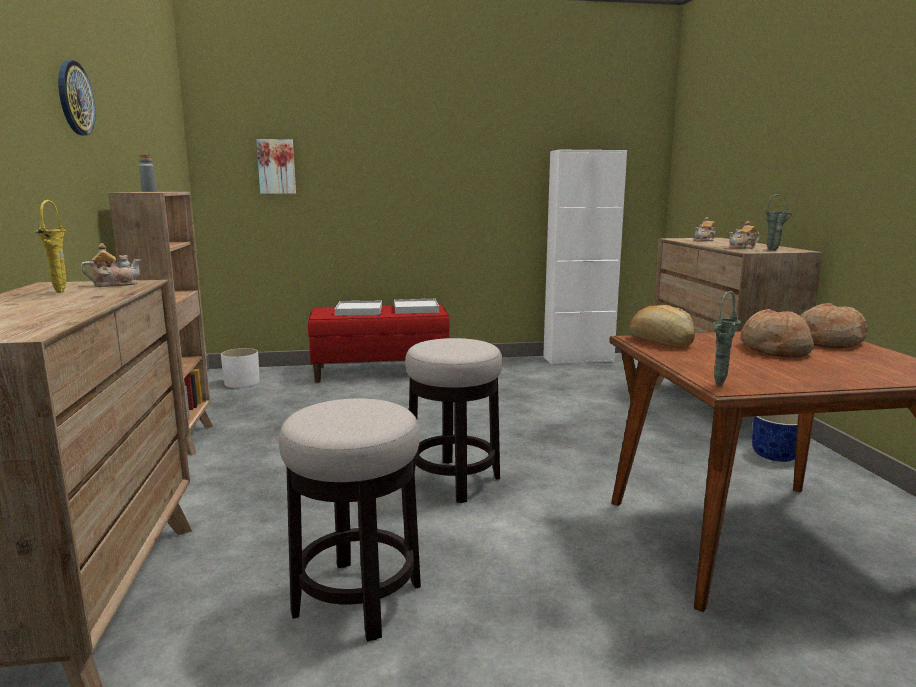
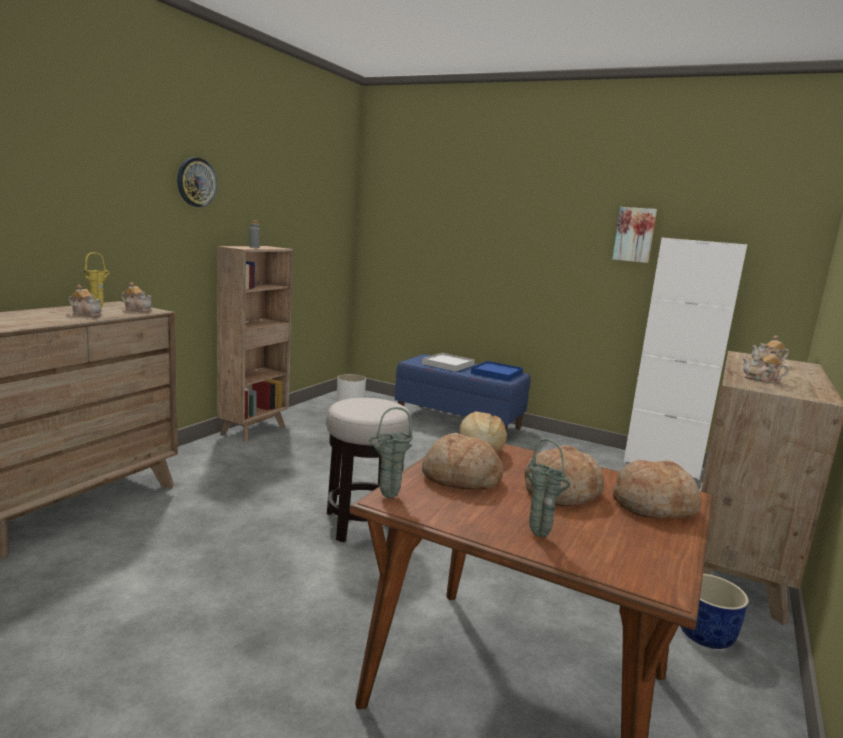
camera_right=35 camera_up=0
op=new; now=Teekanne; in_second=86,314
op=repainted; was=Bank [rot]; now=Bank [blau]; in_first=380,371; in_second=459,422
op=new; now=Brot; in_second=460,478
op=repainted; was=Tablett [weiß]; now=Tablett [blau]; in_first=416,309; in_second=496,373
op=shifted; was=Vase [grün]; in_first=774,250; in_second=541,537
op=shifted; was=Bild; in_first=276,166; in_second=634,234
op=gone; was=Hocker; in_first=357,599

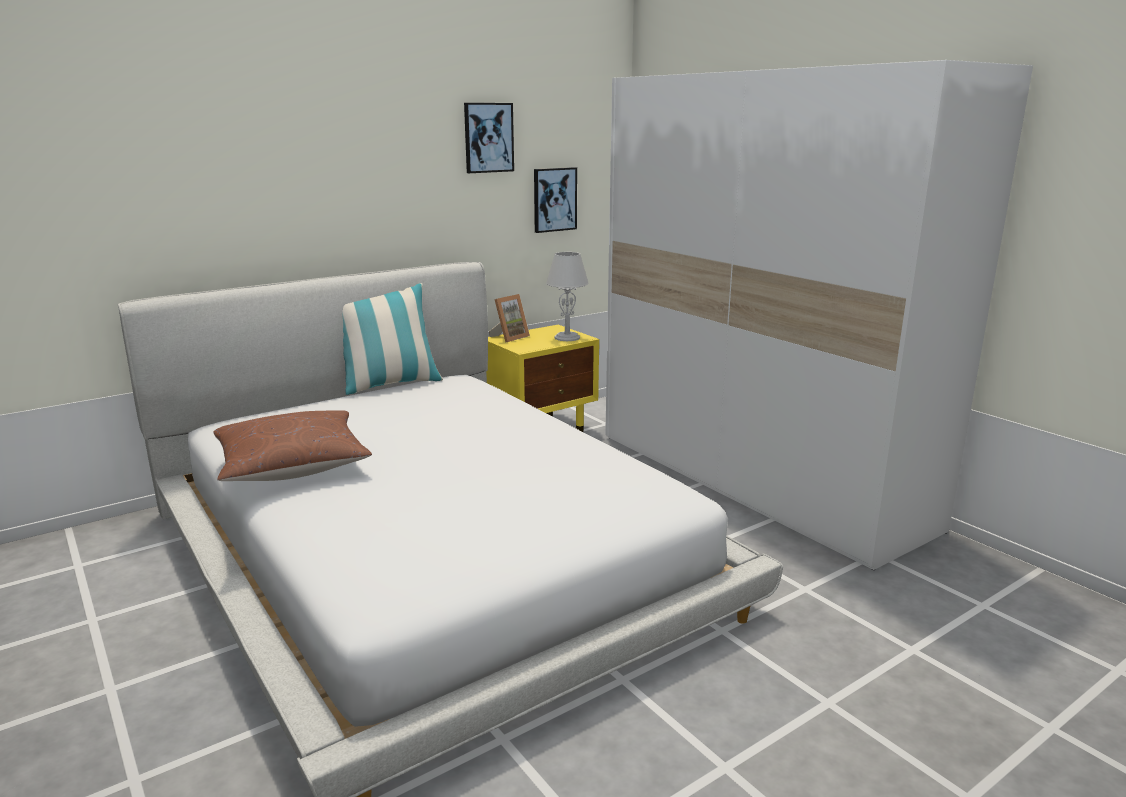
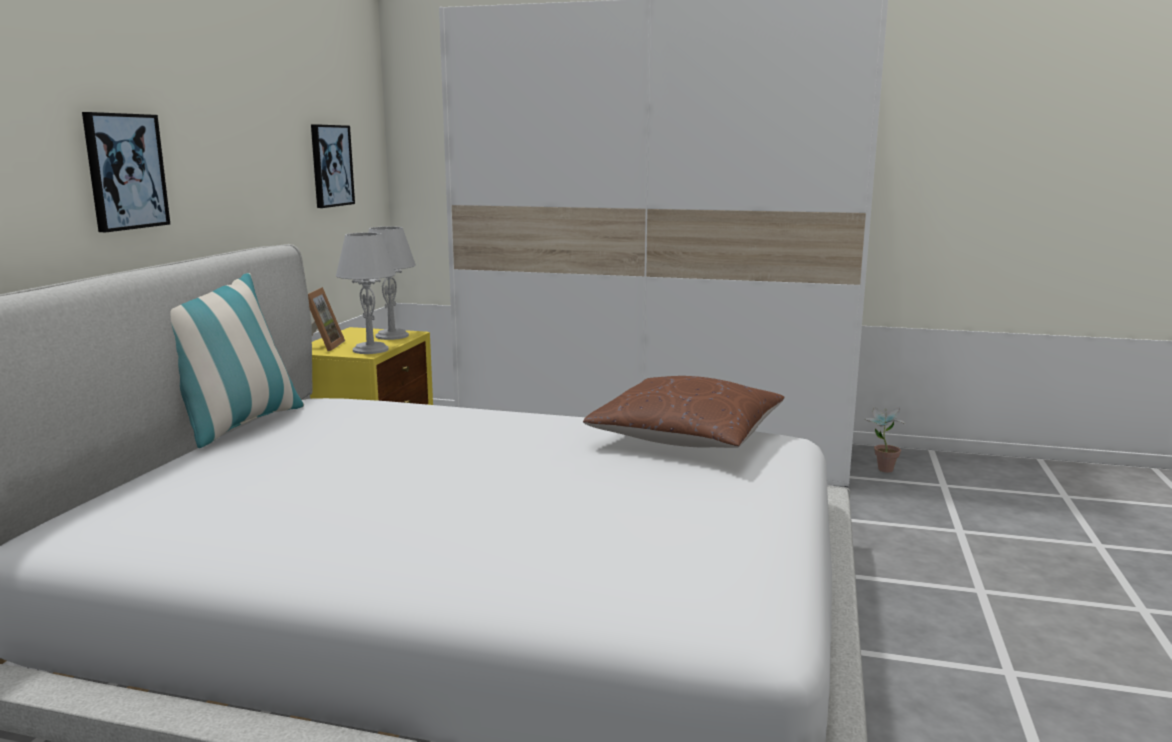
camera_right=-40 camera_up=-5
op=shifted; was=Bild; in_first=488,137; in_second=125,171
op=new; now=Tischlampe [grau]; in_second=371,350
op=shifted; was=Kissen [braun]; in_first=292,465; in_second=687,437
op=new; now=Topfpflanze; in_second=881,471

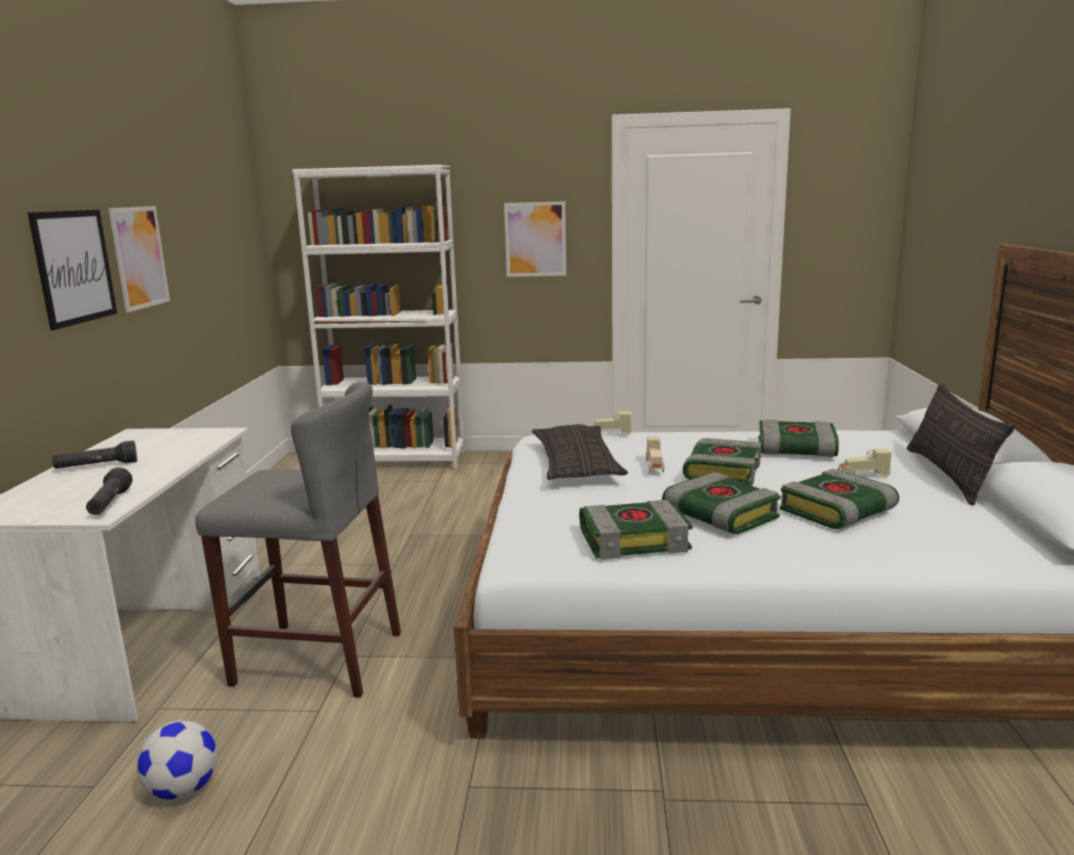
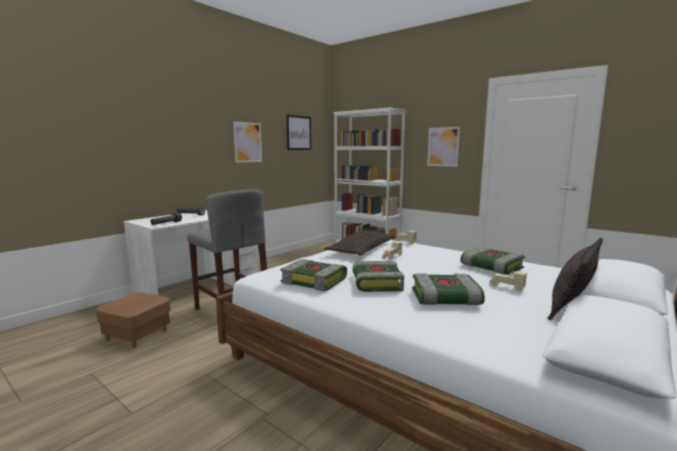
camera_right=35 camera_up=-5
op=swapped; was=Fußball; now=Polsterhocker [braun]; in_first=183,790; in_second=137,335
op=shifted; was=Bild; in_first=74,267; in_second=299,133
op=gone; was=Buch; in_first=721,472

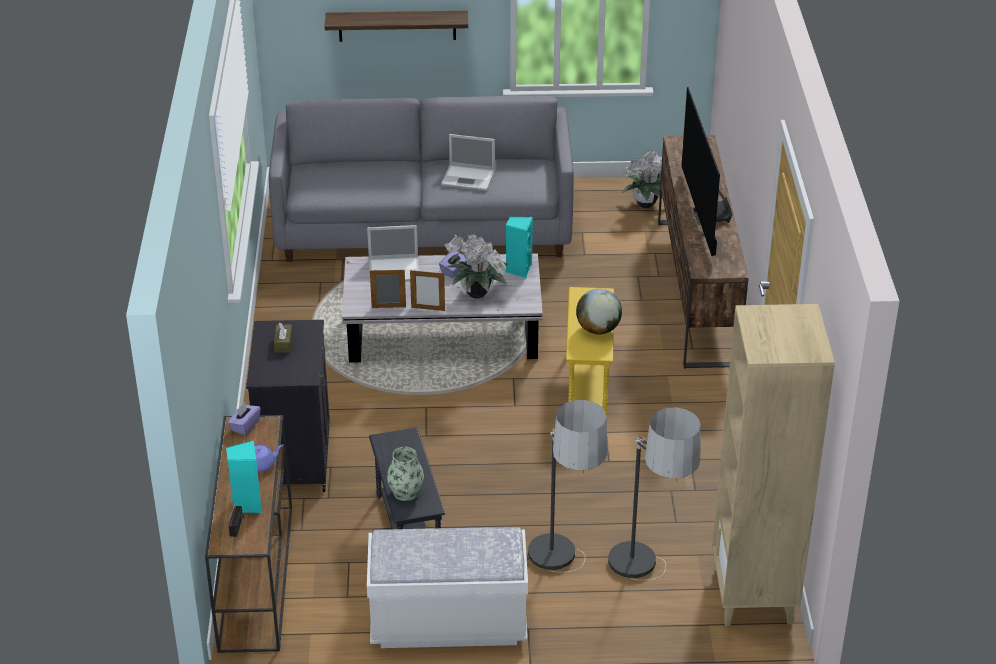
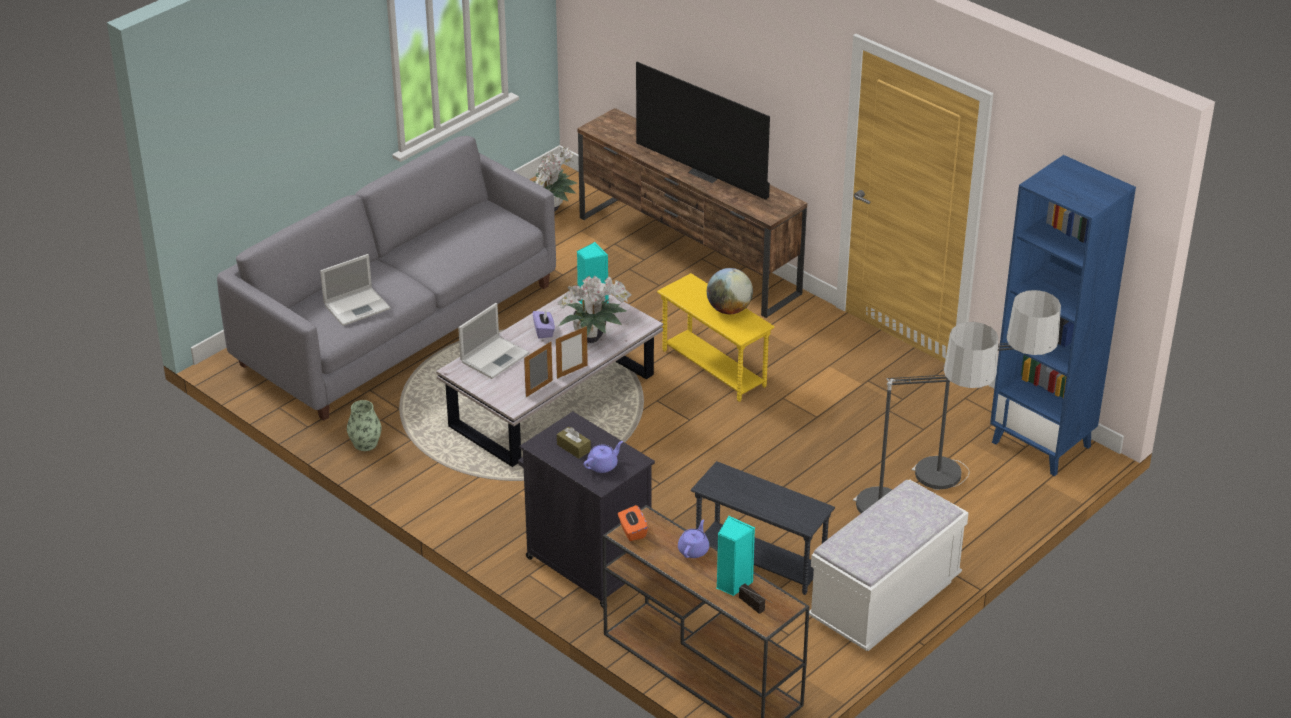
camera_right=-45 camera_up=0
op=shifted; was=Laptop; in_first=469,178; in_second=358,306
op=shifted; was=Vase; in_first=406,492; in_second=365,443
op=new; now=Teekanne [lila]; in_second=603,465
op=repainted; was=Taschentuchbox [lila]; now=Taschentuchbox [orange]; in_first=245,426; in_second=632,531
op=repainted; was=Bücherregal [beige]; now=Bücherregal [blau]; in_first=754,595; in_second=1042,444
op=gone; was=Wandregal; in_first=397,25

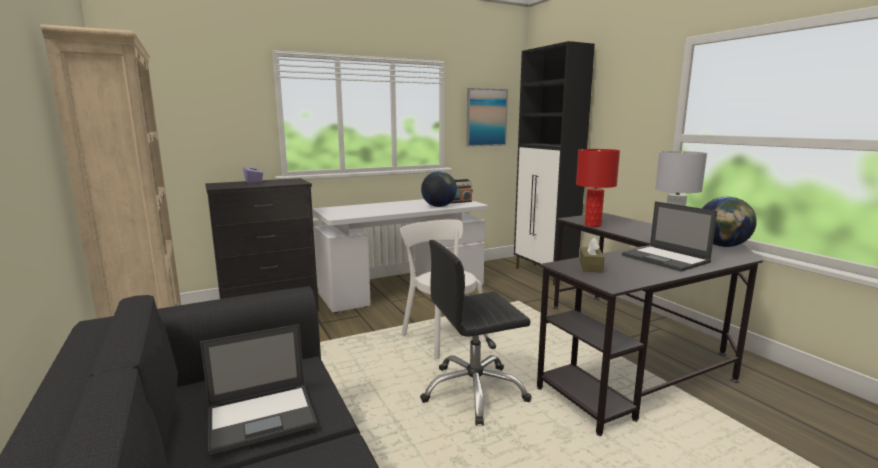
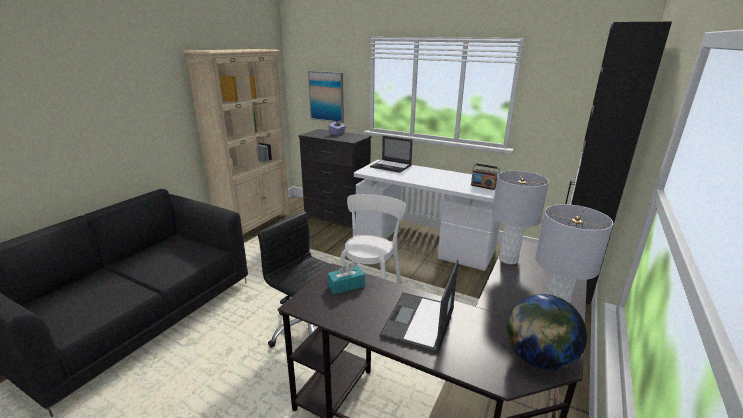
camera_right=55 camera_up=10
op=shifted; was=Bild; in_first=486,117; in_second=326,96
op=repainted; was=Taschentuchbox [braun]; now=Taschentuchbox [türkis]; in_first=590,266; in_second=346,285
op=shifted; was=Laptop; in_first=263,417; in_second=391,166
op=repainted; was=Tischlampe [rot]; now=Tischlampe [grau]; in_first=592,225; in_second=508,259
op=gone; was=Globus; in_first=439,206

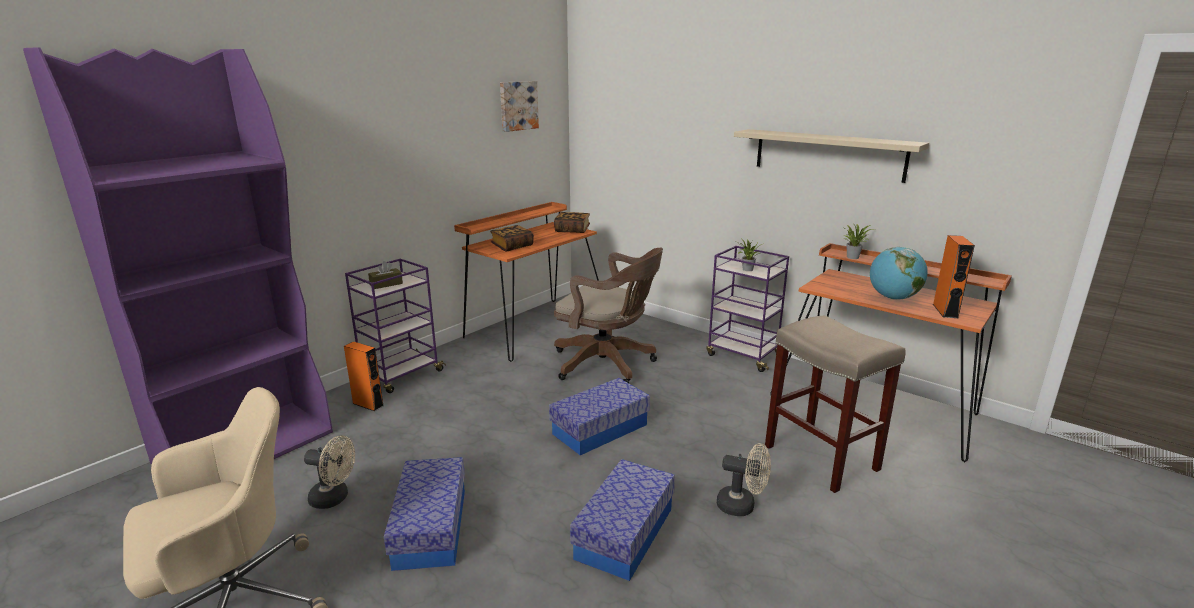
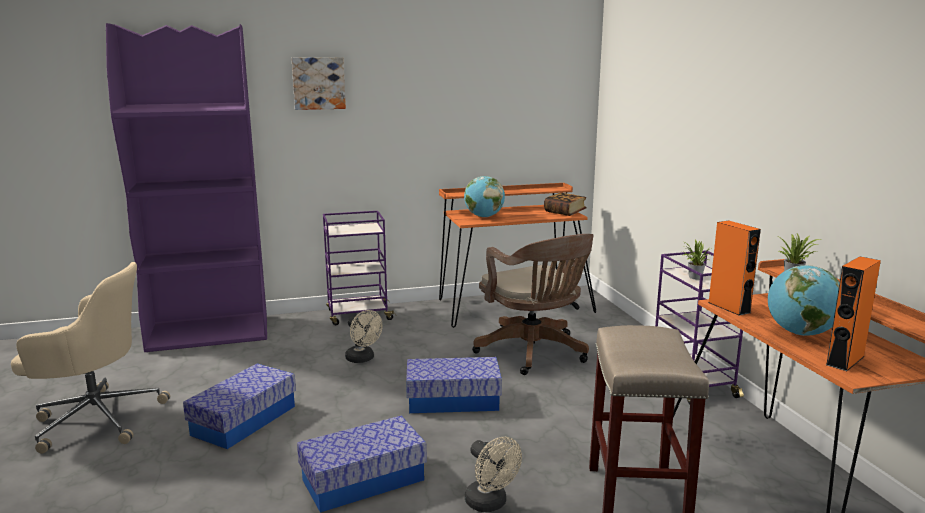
camera_right=35 camera_up=-5
op=shifted; was=Bild; in_first=517,105; in_second=318,83
op=shifted; was=Ventilator [beige]; in_first=334,498; in_second=363,359
op=swapped; was=Buch; now=Globus; in_first=512,246; in_second=484,216
op=shifted; was=Lautsprecher [orange]; in_first=368,404; in_second=729,307
op=gone; was=Taschentuchbox [braun]; in_first=386,284
op=gone; was=Wandregal [beige]; in_first=828,154

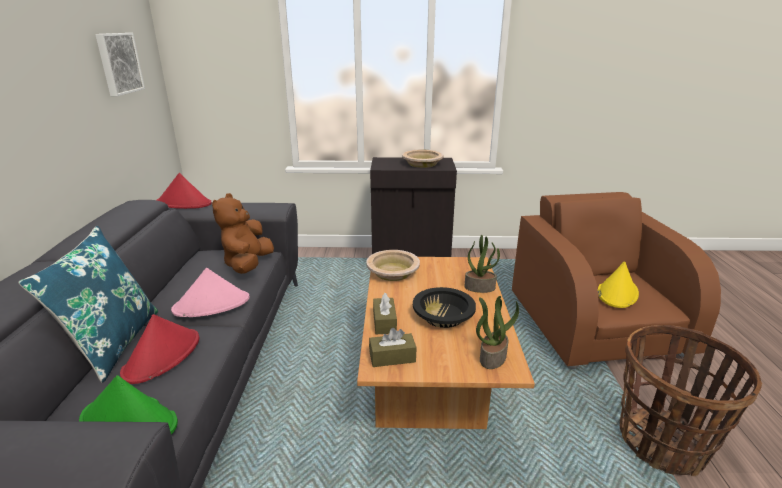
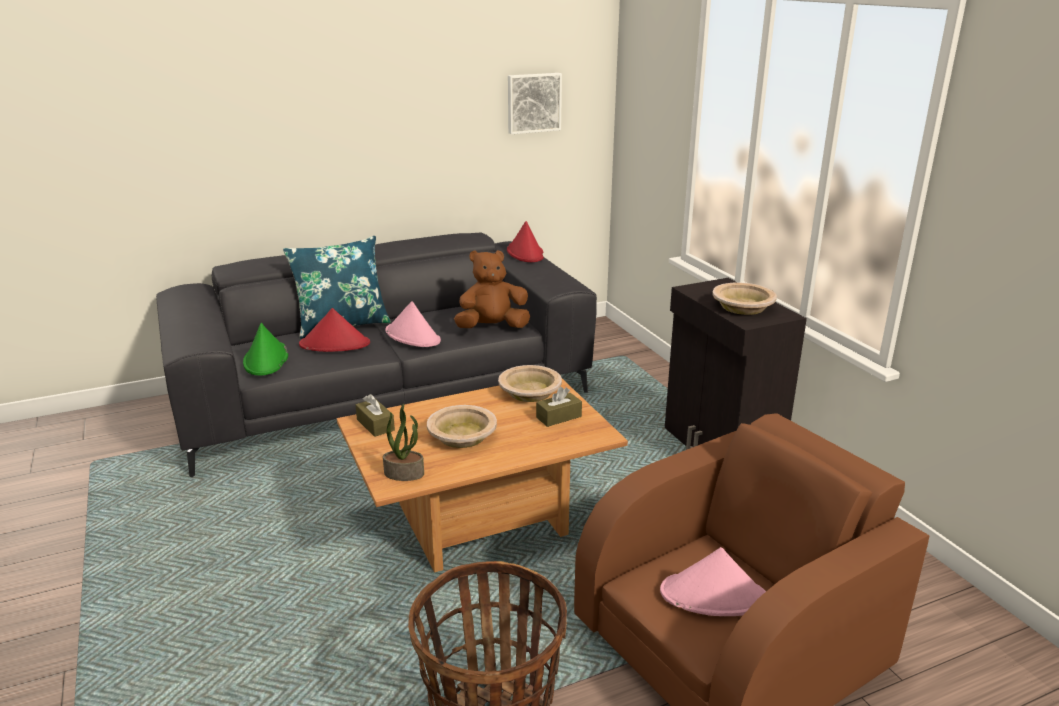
camera_right=65 camera_up=0
op=repainted; was=Schüssel [schwarz]; now=Schüssel [beige]; in_first=443,315; in_second=462,435
op=shifted; was=Taschentuchbox [braun]; in_first=384,322; in_second=558,417
op=repainted; was=Hut [gelb]; now=Hut [rosa]; in_first=617,293; in_second=714,596
op=gone; was=Topfpflanze; in_first=480,287

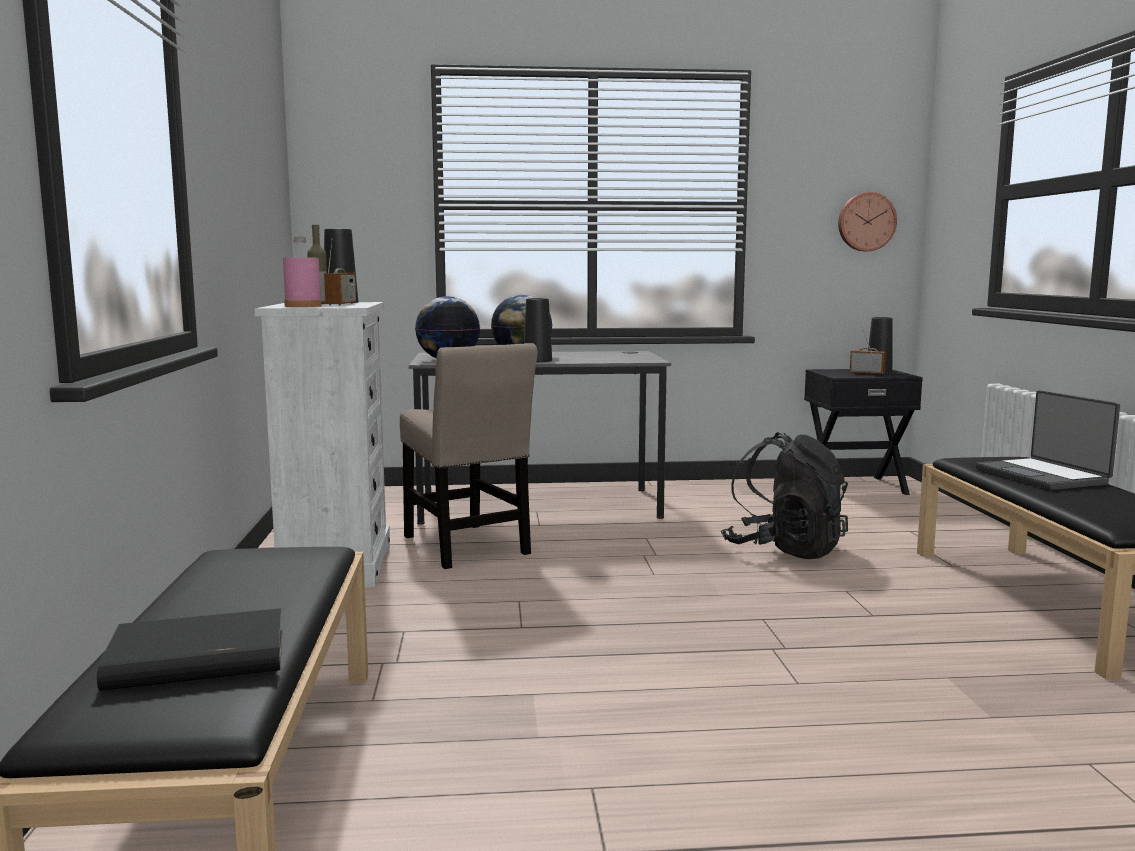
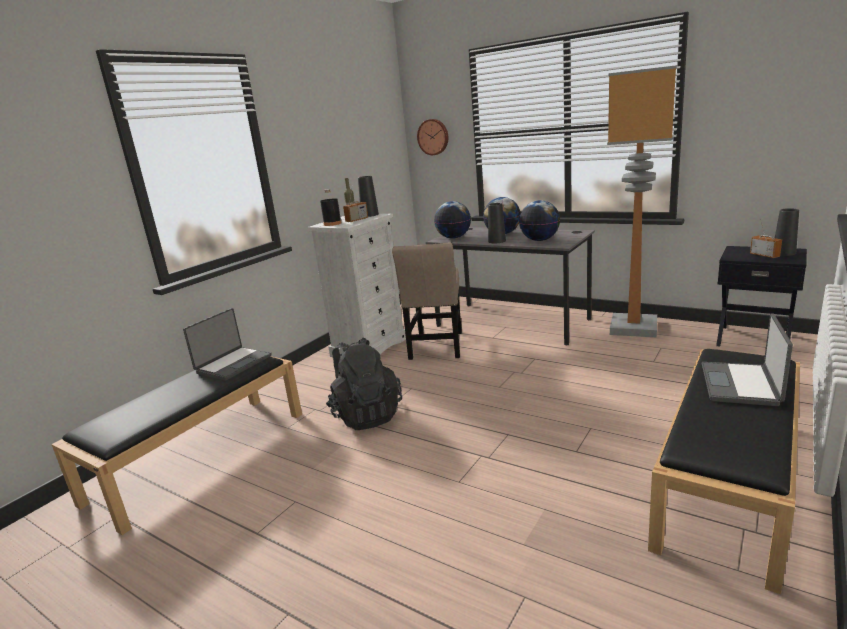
camera_right=40 camera_up=10
op=new; now=Laptop; in_second=233,364
op=repainted; was=Flasche [rosa]; now=Flasche [schwarz]; in_first=303,306; in_second=332,224
op=shifted; was=Rucksack [schwarz]; in_first=784,549; in_second=366,415
op=shifted; was=Wanduhr; in_first=866,222; in_second=433,137
op=new; now=Globus; in_second=540,240
op=new; now=Stehlampe; in_second=634,328
op=gone; was=Buch [schwarz]; in_first=195,660

